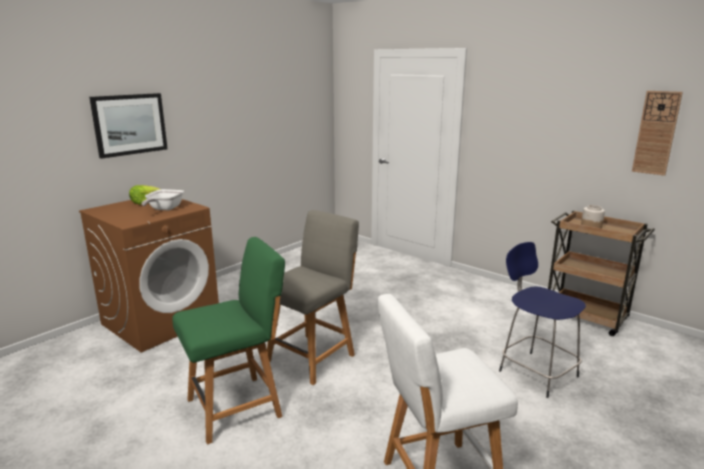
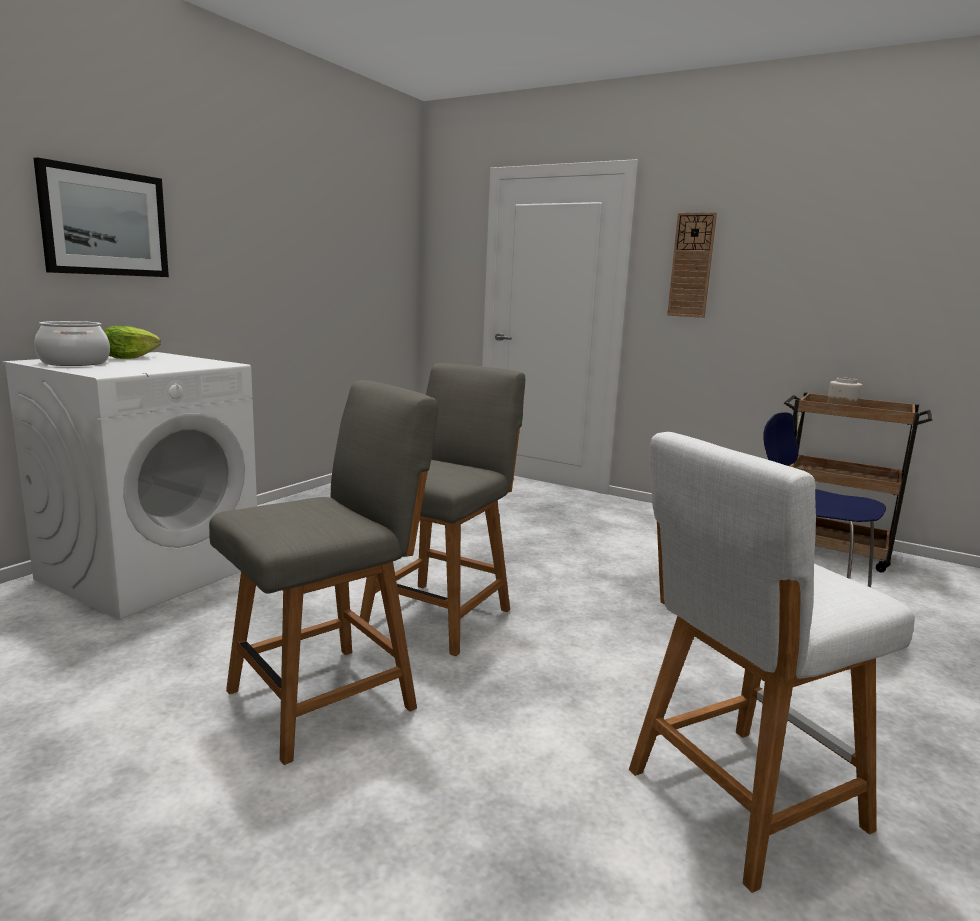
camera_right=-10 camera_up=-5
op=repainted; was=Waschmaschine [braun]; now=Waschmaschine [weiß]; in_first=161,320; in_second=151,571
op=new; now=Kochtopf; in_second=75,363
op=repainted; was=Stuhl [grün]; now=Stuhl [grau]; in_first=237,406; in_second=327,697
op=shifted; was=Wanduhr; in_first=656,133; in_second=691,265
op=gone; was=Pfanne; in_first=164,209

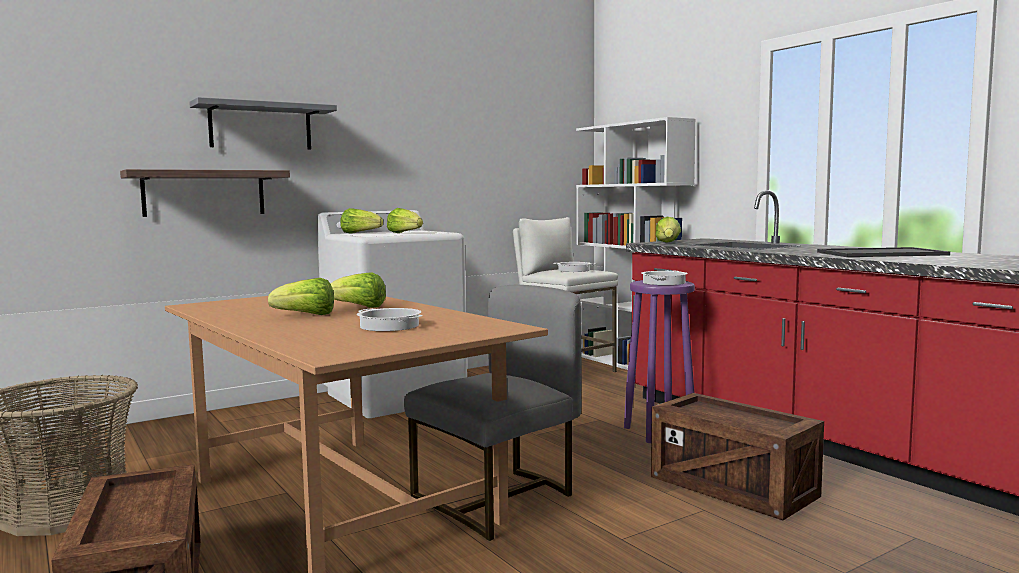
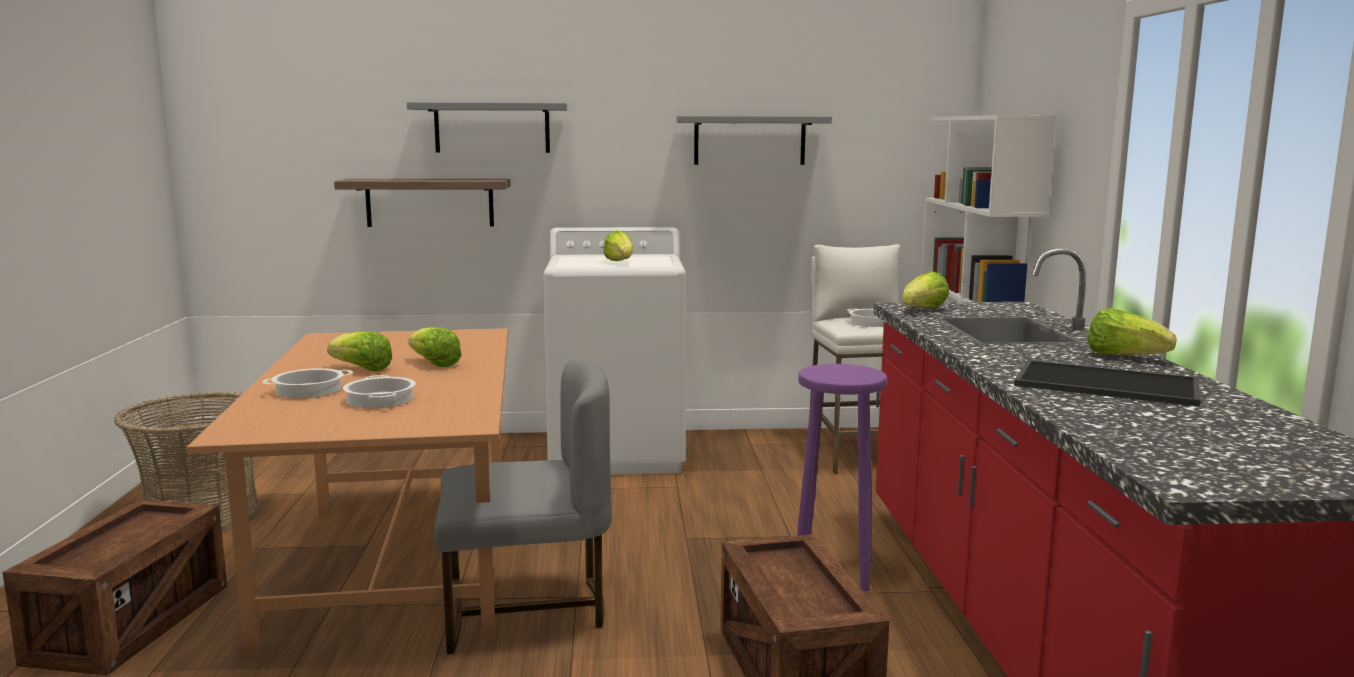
camera_right=30 camera_up=5
op=shifted; was=Kochtopf; in_first=664,283; in_second=308,390
op=new; now=Wandregal [grau]; in_second=749,140
op=shifted; was=Salatkopf; in_first=360,233; in_second=1124,356

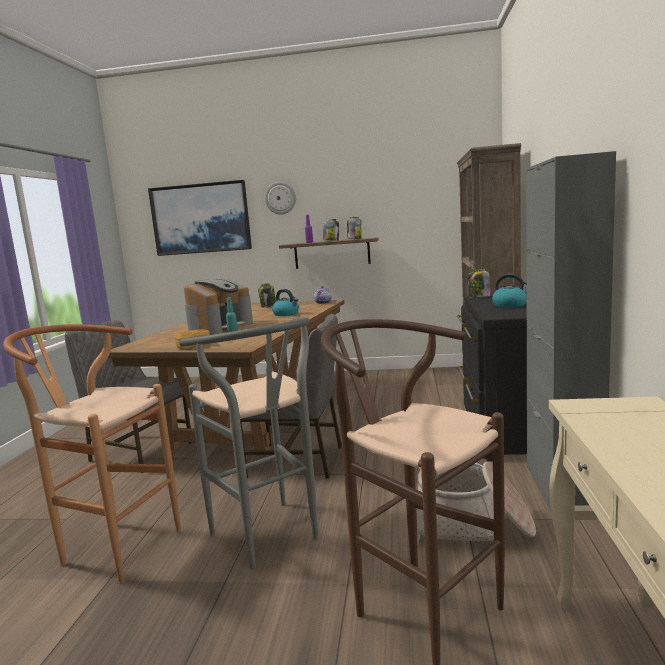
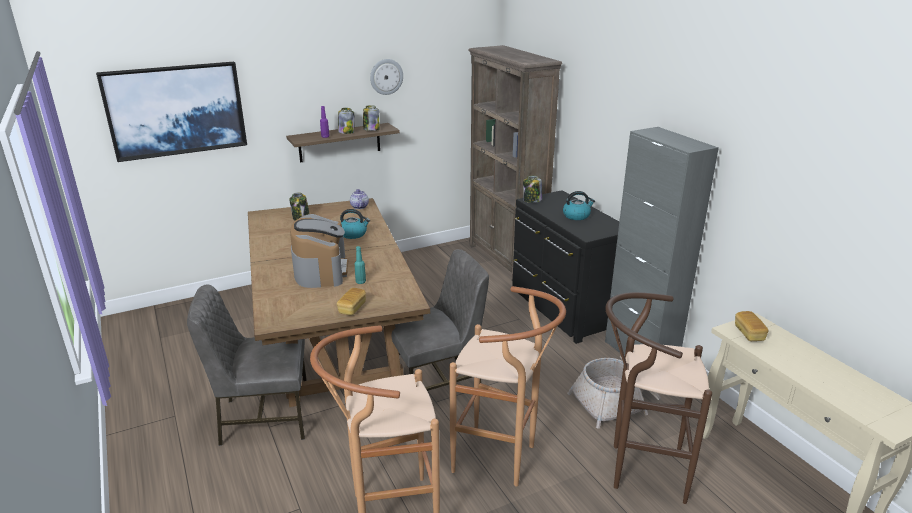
camera_right=-35 camera_up=15
op=shifted; was=Wanduhr; in_first=280,198; in_second=386,76
op=repainted; was=Hocker [grau]; now=Hocker [braun]; in_first=271,539; in_second=502,459
op=new; now=Brot; in_second=749,333

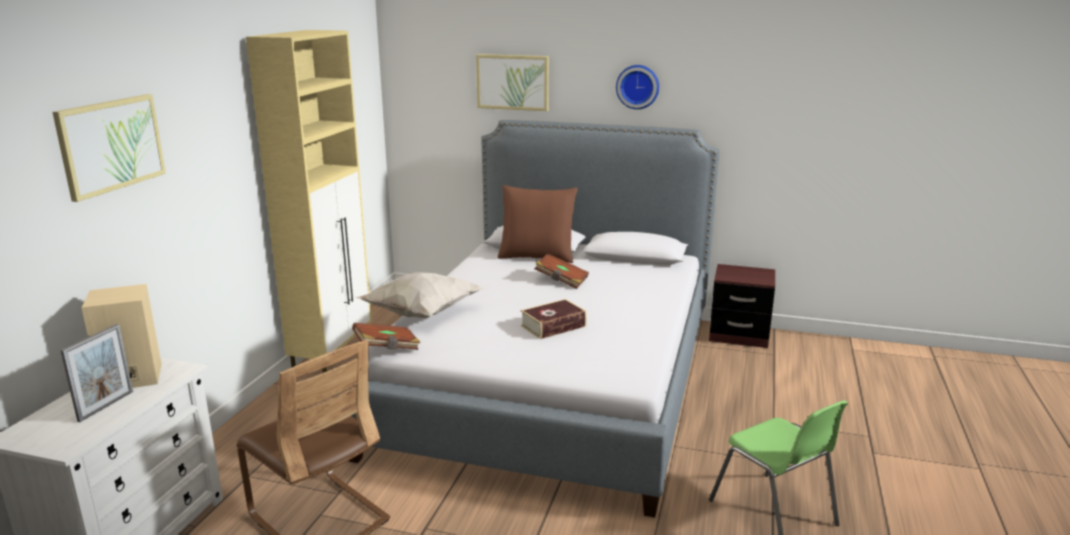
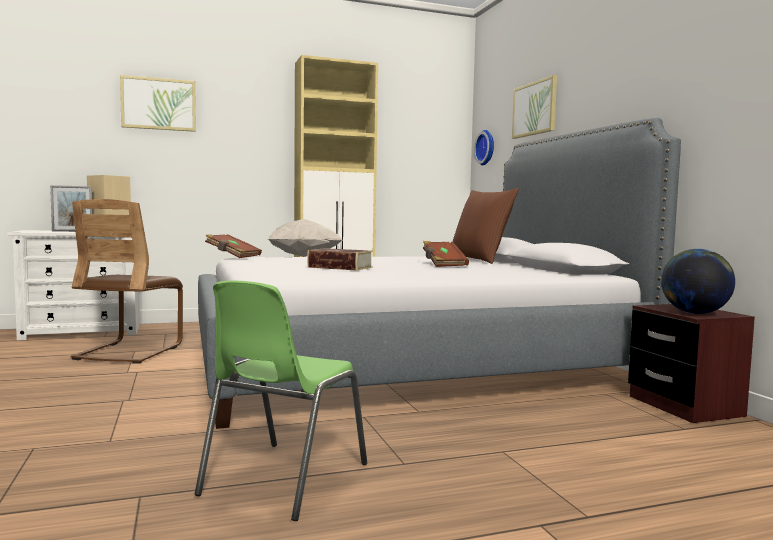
camera_right=55 camera_up=-15
op=shifted; was=Wanduhr; in_first=638,86; in_second=486,147
op=new; now=Globus; in_second=694,313

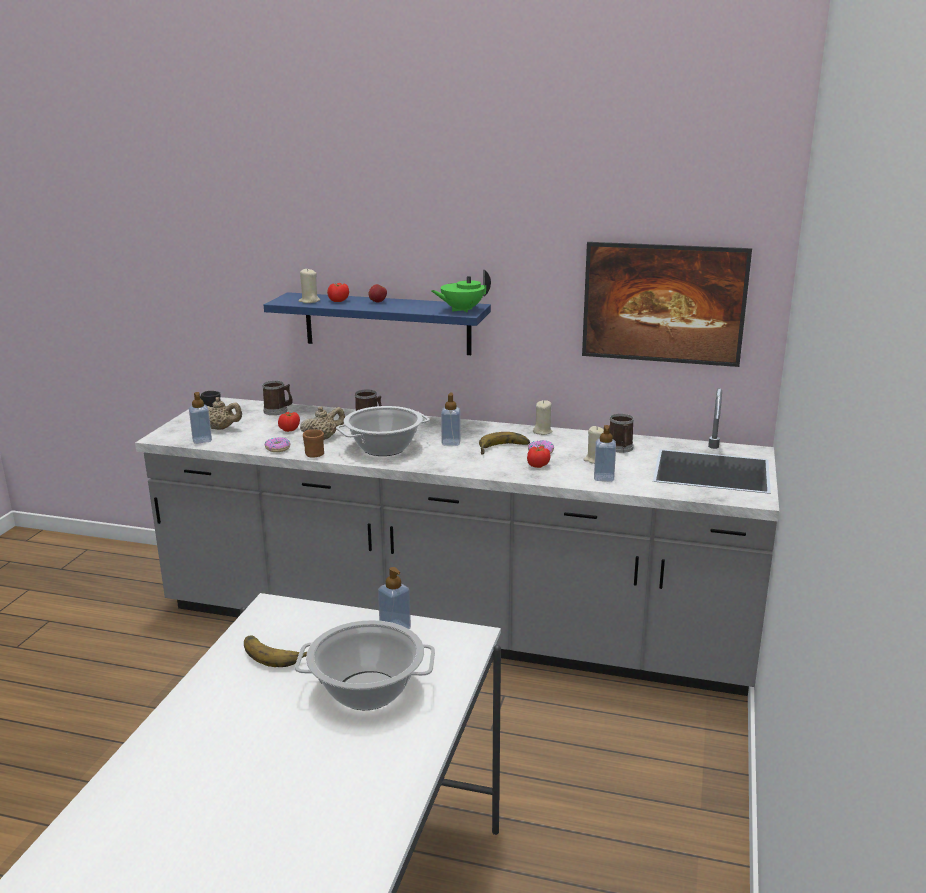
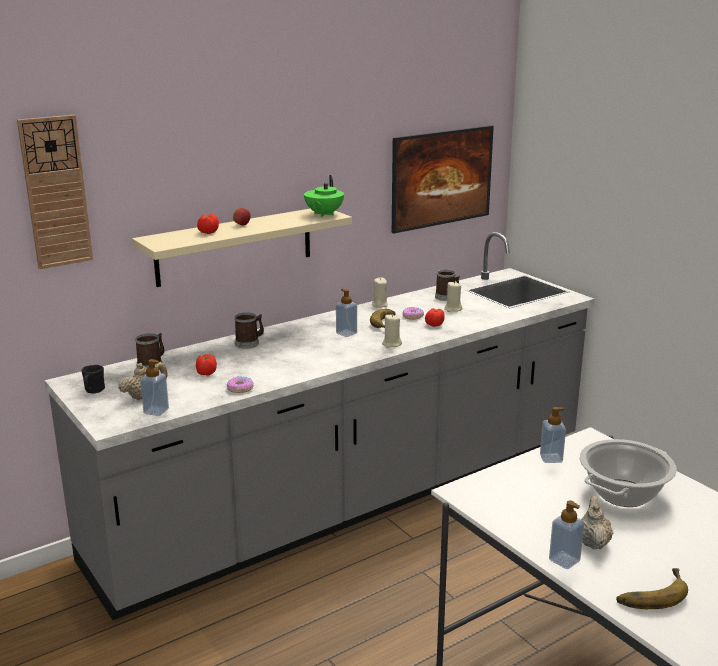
camera_right=-50 camera_up=0
op=new; now=Wanduhr; in_second=56,192
op=repainted; was=Wandregal [blau]; now=Wandregal [beige]; in_first=387,323; in_second=235,246
op=shifted; was=Kerze [beige]; in_first=309,301; in_second=391,344
op=shifted; was=Seifenspender; in_first=603,477; in_second=564,560
op=shifted; was=Teekanne [beige]; in_first=323,438; in_second=592,542
op=shifted; was=Banane; in_first=279,651; in_second=649,592
op=gone; was=Henkelbecher [braun]; in_first=313,453
op=gone; was=Kochtopf; in_first=384,448

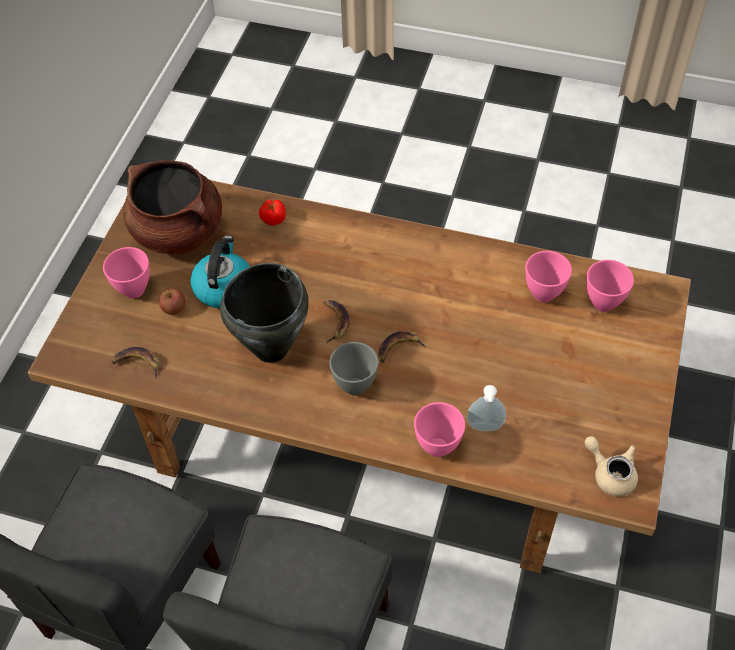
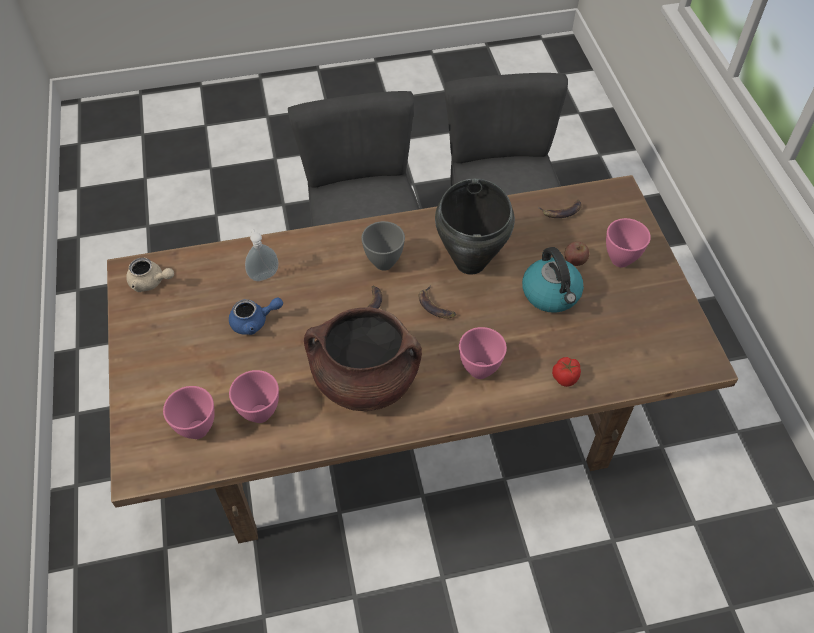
camera_right=150 camera_up=0
op=new; now=Teekanne [blau]; in_second=254,322
op=shifted; was=Kochtopf [braun]; in_first=179,232; in_second=365,381
op=shifted; was=Schüssel [rosa]; in_first=439,447; in_second=478,370

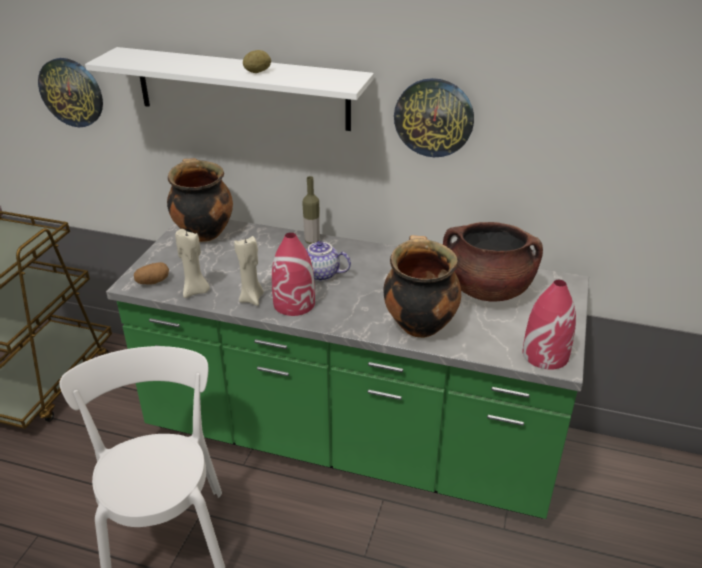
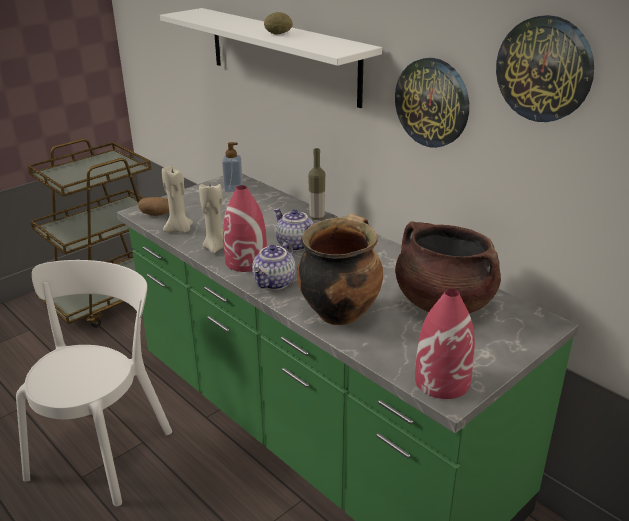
camera_right=30 camera_up=-5
op=swapped; was=Kochtopf; now=Seifenspender; in_first=203,233; in_second=233,189
op=new; now=Teekanne; in_second=275,283
op=shifted; was=Wanduhr; in_first=72,92; in_second=544,69

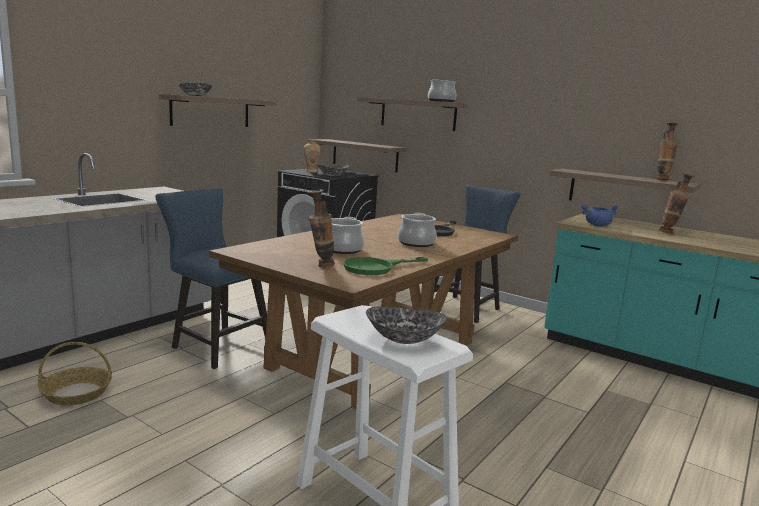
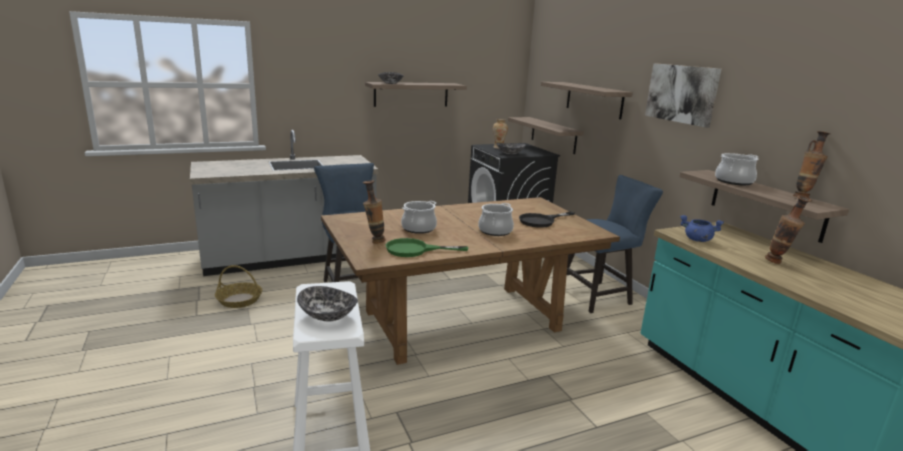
camera_right=30 camera_up=5
op=new; now=Bild; in_second=681,94
op=shifted; was=Kochtopf; in_first=441,101; in_second=733,181

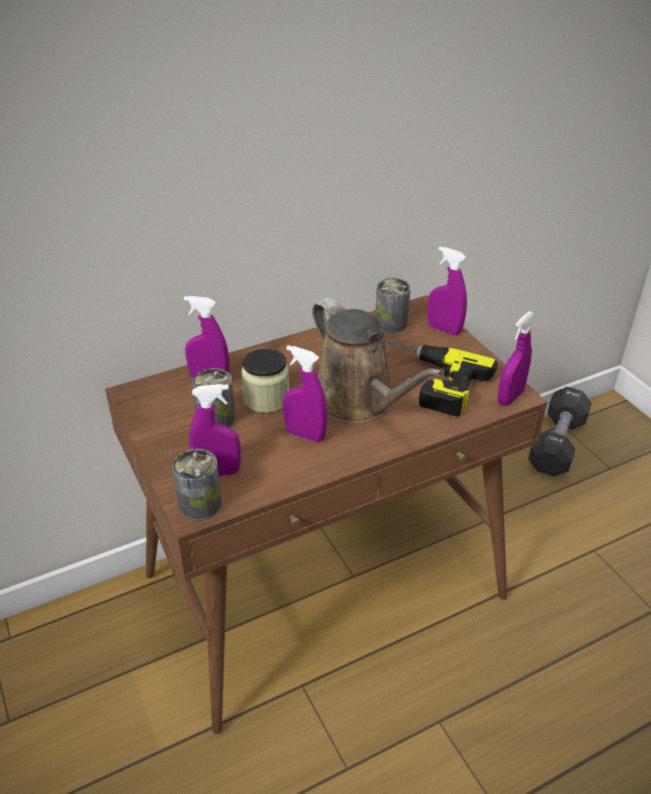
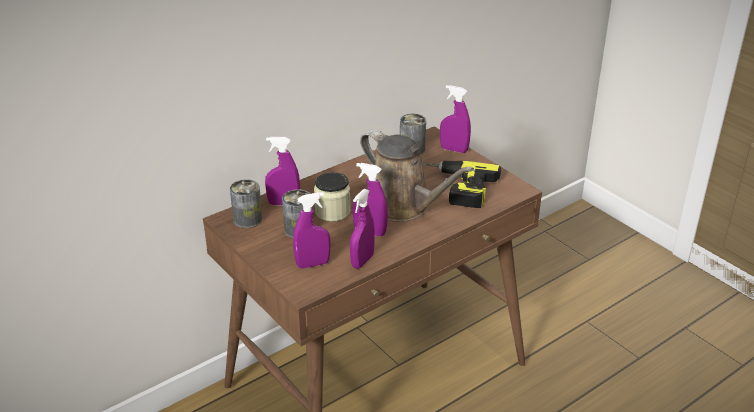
camera_right=-10 camera_up=-5
op=shifted; was=Dose; in_first=200,504; in_second=247,219
op=shifted; was=Sprühflasche [lila]; in_first=510,397; in_second=362,261
op=gone; was=Hantel [schwarz]; in_first=557,444

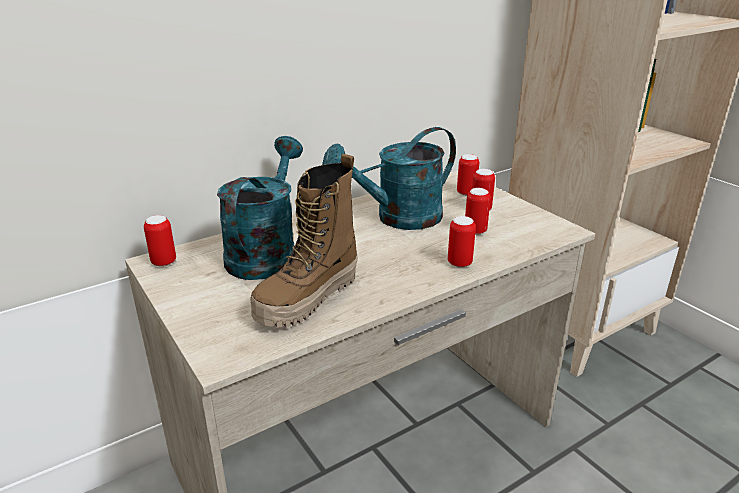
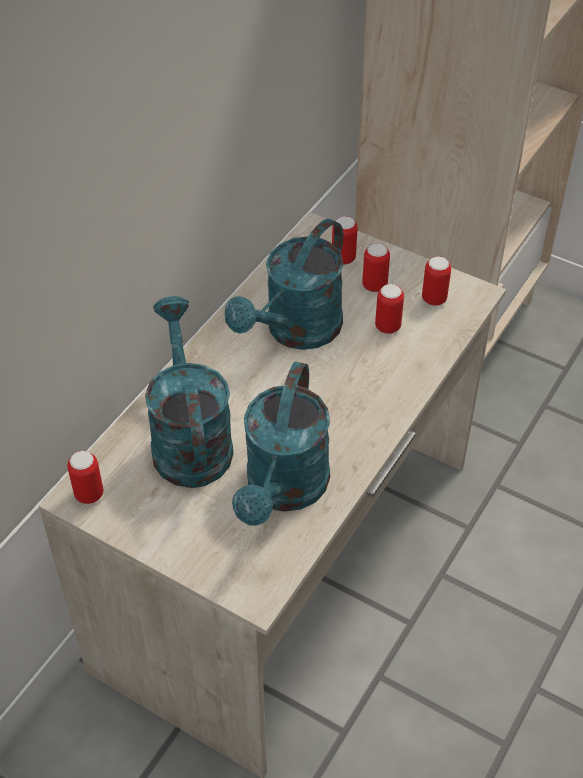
camera_right=-25 camera_up=20
op=swapped; was=Stiefel; now=Gießkanne [türkis]; in_first=308,299; in_second=284,491
op=shifted; was=Dose; in_first=459,263; in_second=434,299

